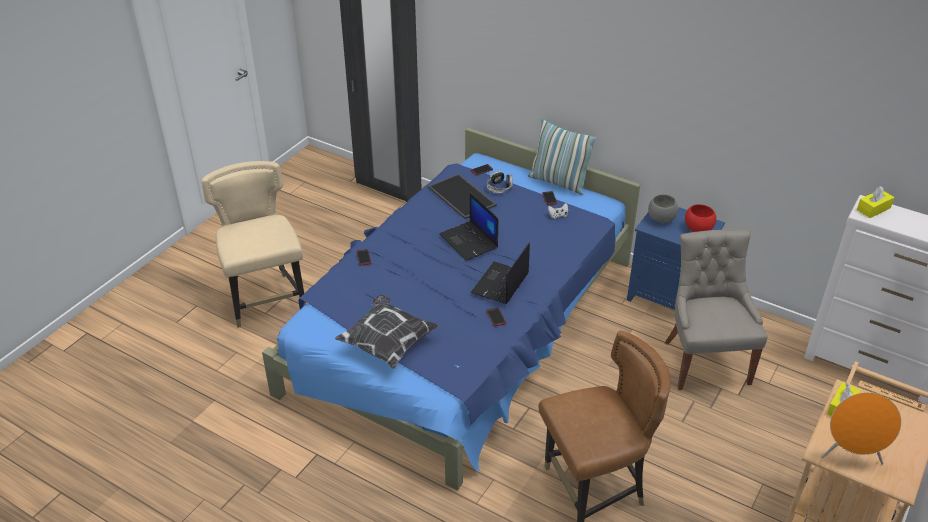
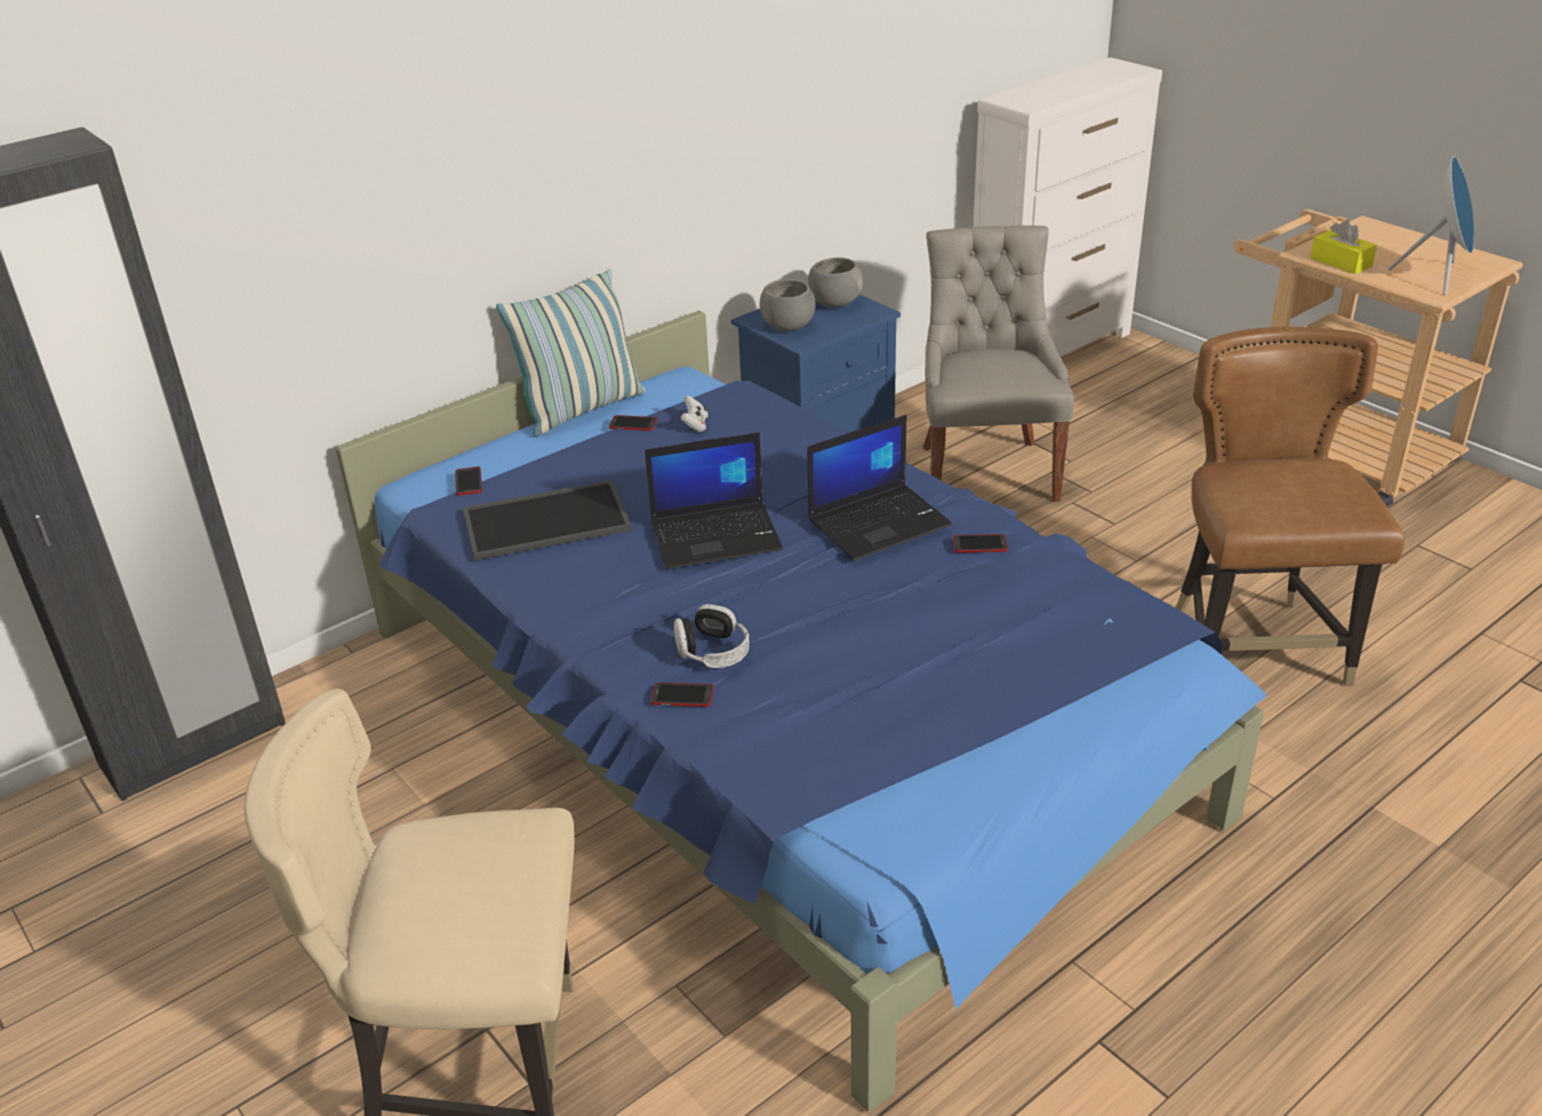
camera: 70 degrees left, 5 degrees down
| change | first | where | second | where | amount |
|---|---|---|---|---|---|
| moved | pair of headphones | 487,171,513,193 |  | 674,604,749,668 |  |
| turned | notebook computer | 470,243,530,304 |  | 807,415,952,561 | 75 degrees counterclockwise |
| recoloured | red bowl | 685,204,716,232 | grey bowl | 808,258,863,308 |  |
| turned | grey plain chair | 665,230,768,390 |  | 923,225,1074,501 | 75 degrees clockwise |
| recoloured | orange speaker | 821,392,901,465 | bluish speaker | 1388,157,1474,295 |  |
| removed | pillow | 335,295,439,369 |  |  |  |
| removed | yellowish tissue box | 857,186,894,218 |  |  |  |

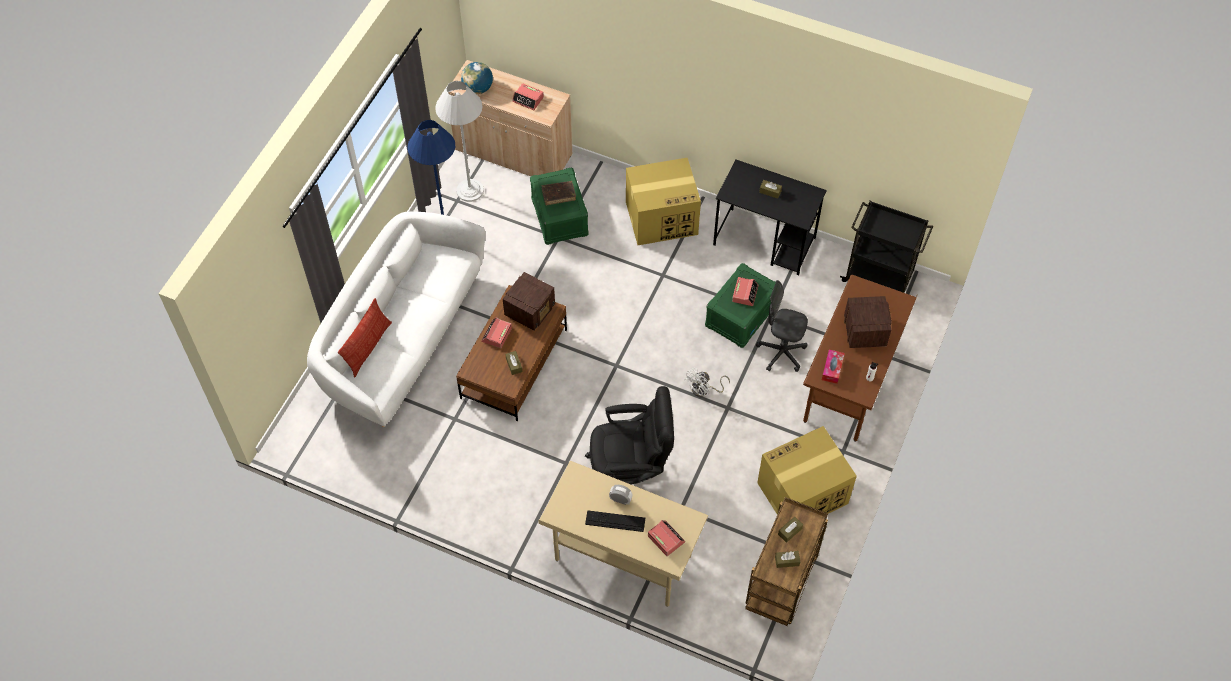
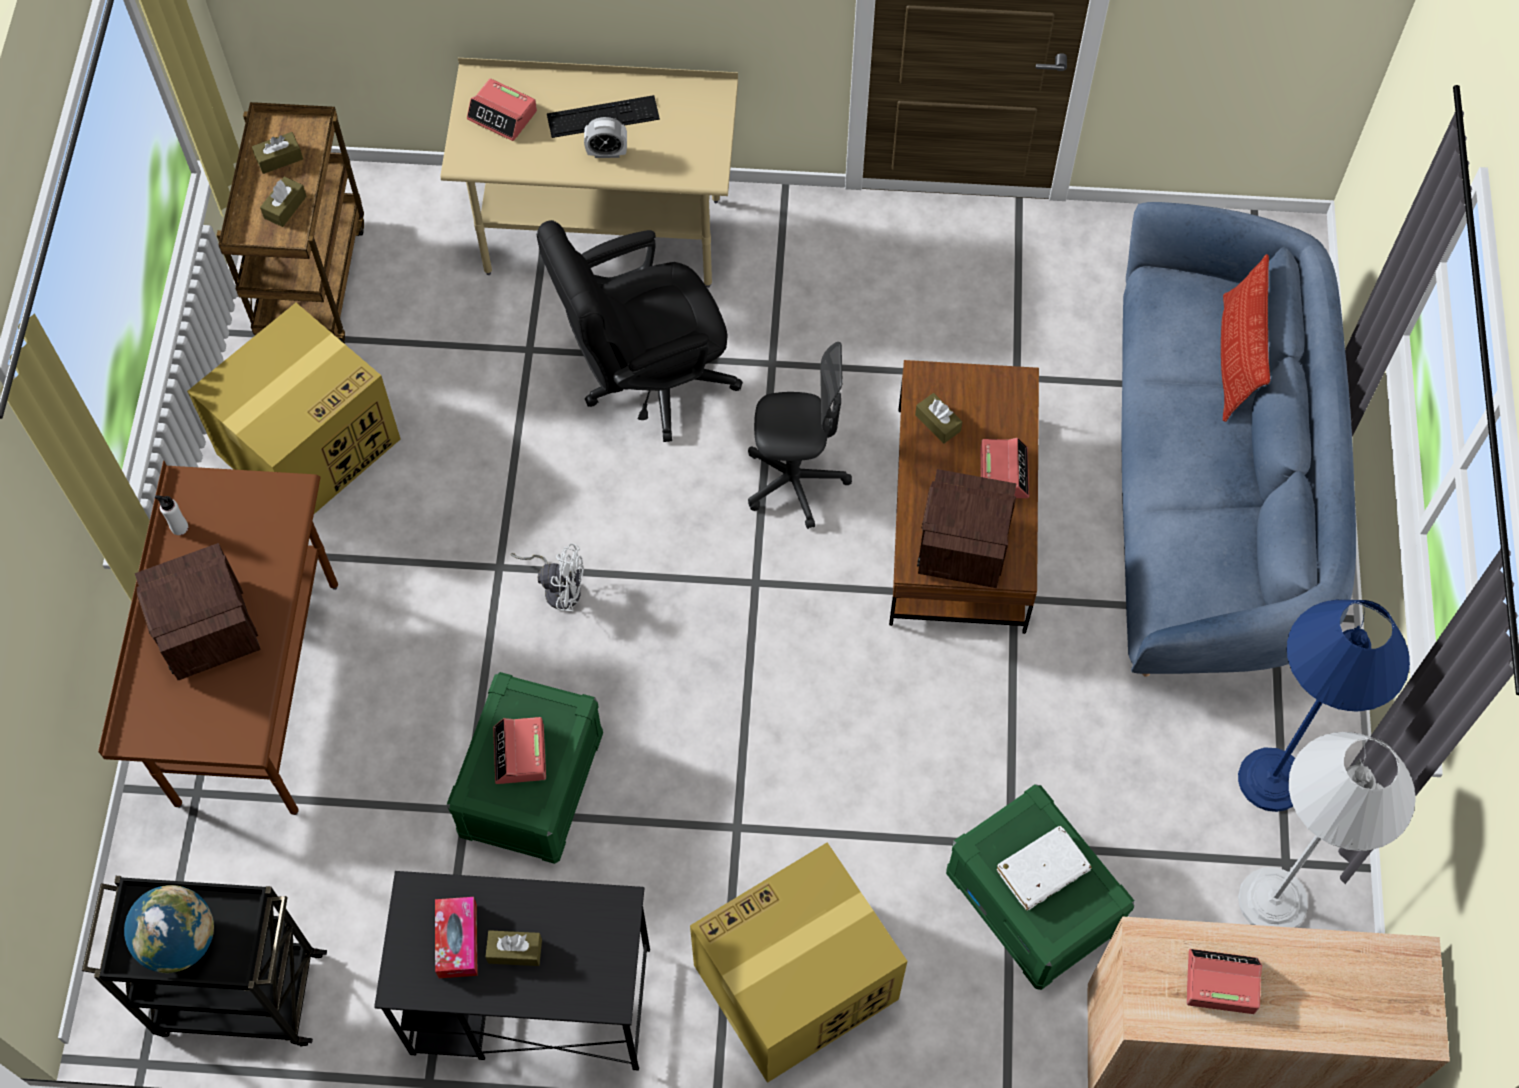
camera: 160 degrees right, 5 degrees up
| change | first | where | second | where | amount |
|---|---|---|---|---|---|
| moved | desk globe | 461,62,493,94 |  | 124,885,214,973 |  |
| moved | tissue box | 822,349,845,384 |  | 435,897,478,978 |  |
| turned | white-coloured cooling fan | 684,368,730,397 |  | 510,543,584,612 | 75 degrees clockwise |
| moved | grey office chair | 756,280,808,372 |  | 748,342,852,529 |  |
| recoloured | brown bound book | 542,181,576,205 | white-coloured bound book | 997,826,1092,910 |  |
| recoloured | white-coloured settee | 307,211,485,427 | bluish settee | 1122,202,1356,677 |  |

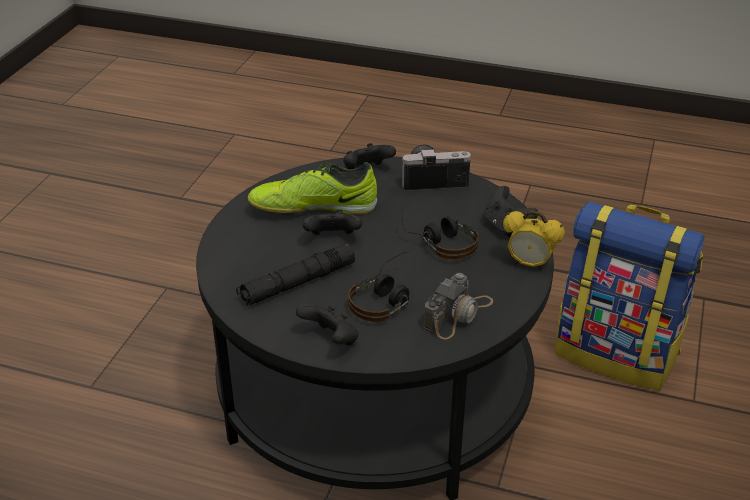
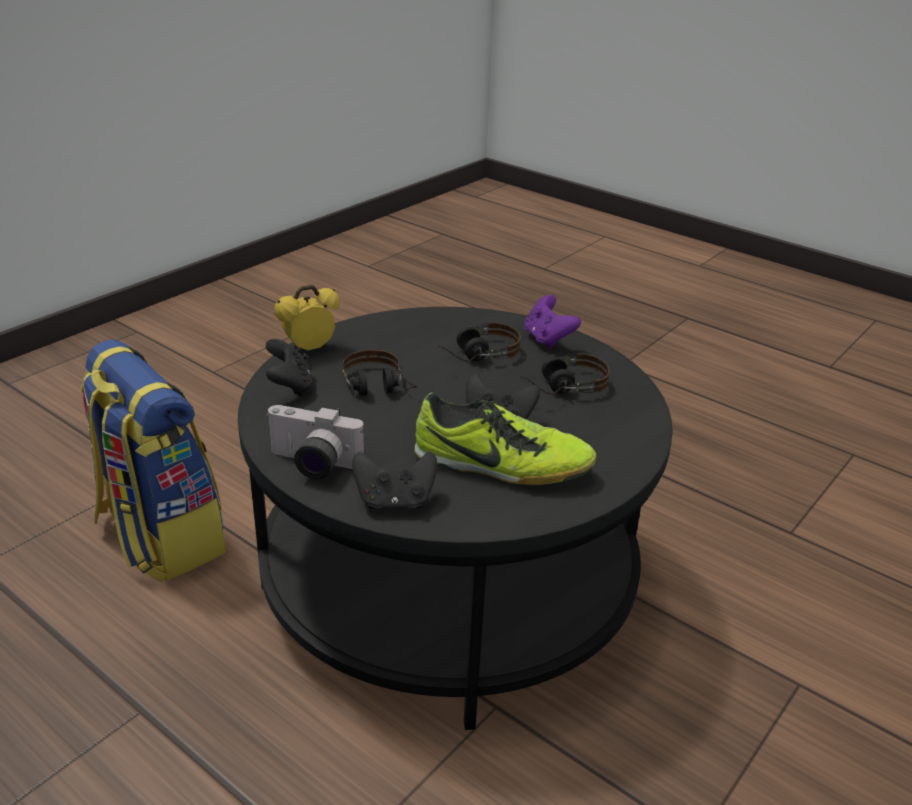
camera: 160 degrees left, 5 degrees down
| change | first | where | second | where | amount |
|---|---|---|---|---|---|
| turned | table clock | 503,210,565,271 |  | 274,285,340,350 | 75 degrees counterclockwise |
| replaced | black-coloured torch | 236,243,355,306 | pair of headphones | 520,353,610,395 |  |
| recoloured | black-coloured game controller | 296,303,359,346 | purple game controller | 524,295,581,349 |  |
| removed | photo camera | 424,273,494,339 |  |  |  |

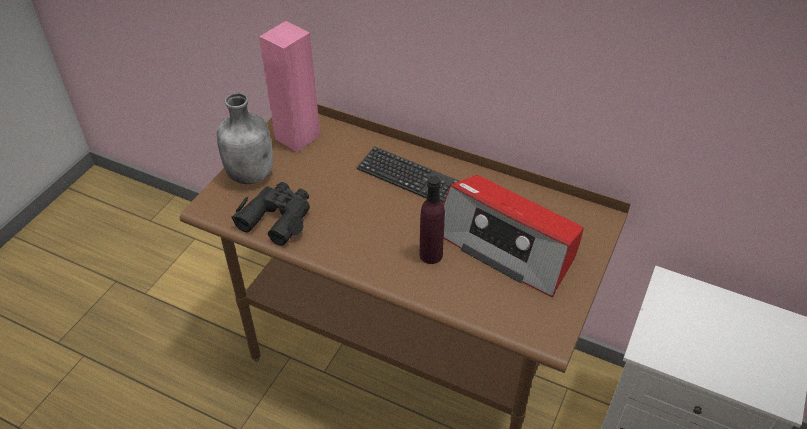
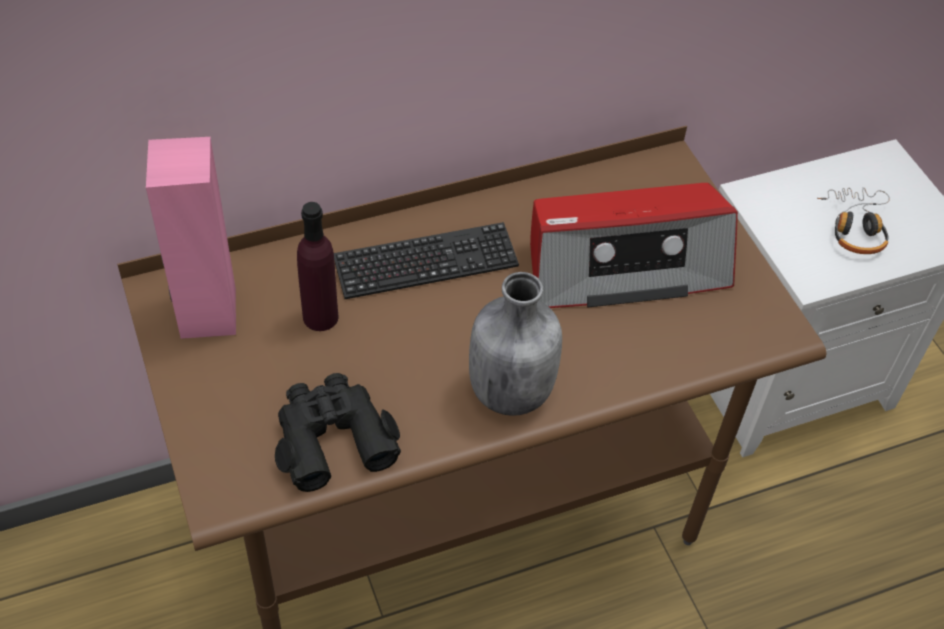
camera: 50 degrees left, 5 degrees up
| change | first | where | second | where | amount |
|---|---|---|---|---|---|
| moved | purple drink bottle | 420,176,445,264 |  | 297,202,338,331 |  |
| moved | grey drink bottle | 217,93,273,184 |  | 469,272,562,416 |  |
| added |  |  | pair of headphones | 817,187,890,254 |  |

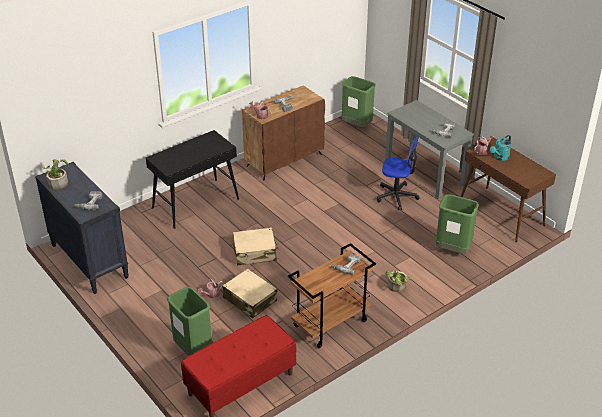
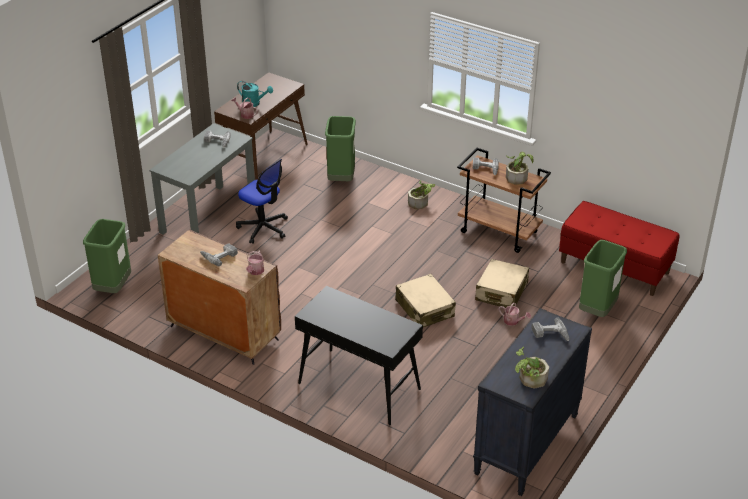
camera: 110 degrees left, 0 degrees up
| change | first | where | second | where | amount |
|---|---|---|---|---|---|
| turned | office chair | 377,135,420,210 |  | 236,159,288,244 | 135 degrees clockwise |
| added |  |  | houseplant | 506,152,533,185 |  |

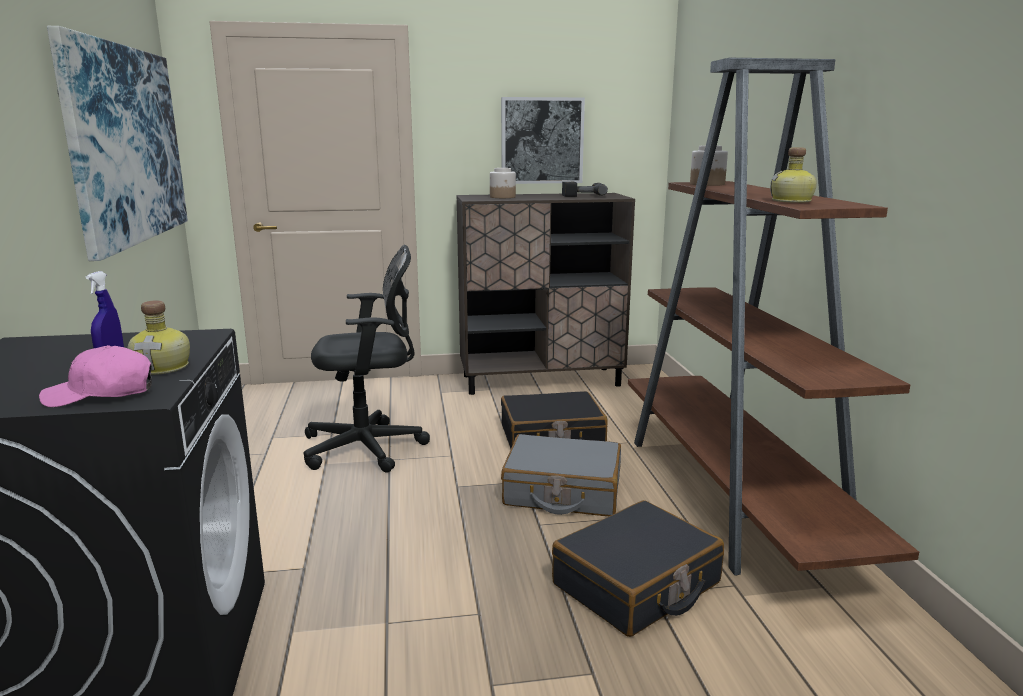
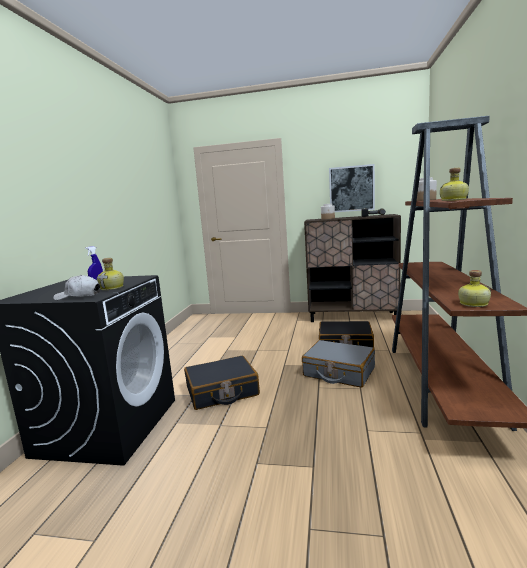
camera: 20 degrees right, 5 degrees down
| change | first | where | second | where | amount |
|---|---|---|---|---|---|
| recoloured | pink cap | 39,345,152,407 | white-coloured cap | 53,275,100,300 |  |
| moved | black-coloured piece of luggage | 552,500,724,637 |  | 184,356,260,410 |  |
| added |  |  | drink bottle | 458,270,491,307 |  |
| removed | picture | 47,26,188,261 |  |  |  |
| removed | black-coloured office chair | 303,245,430,473 |  |  |  |

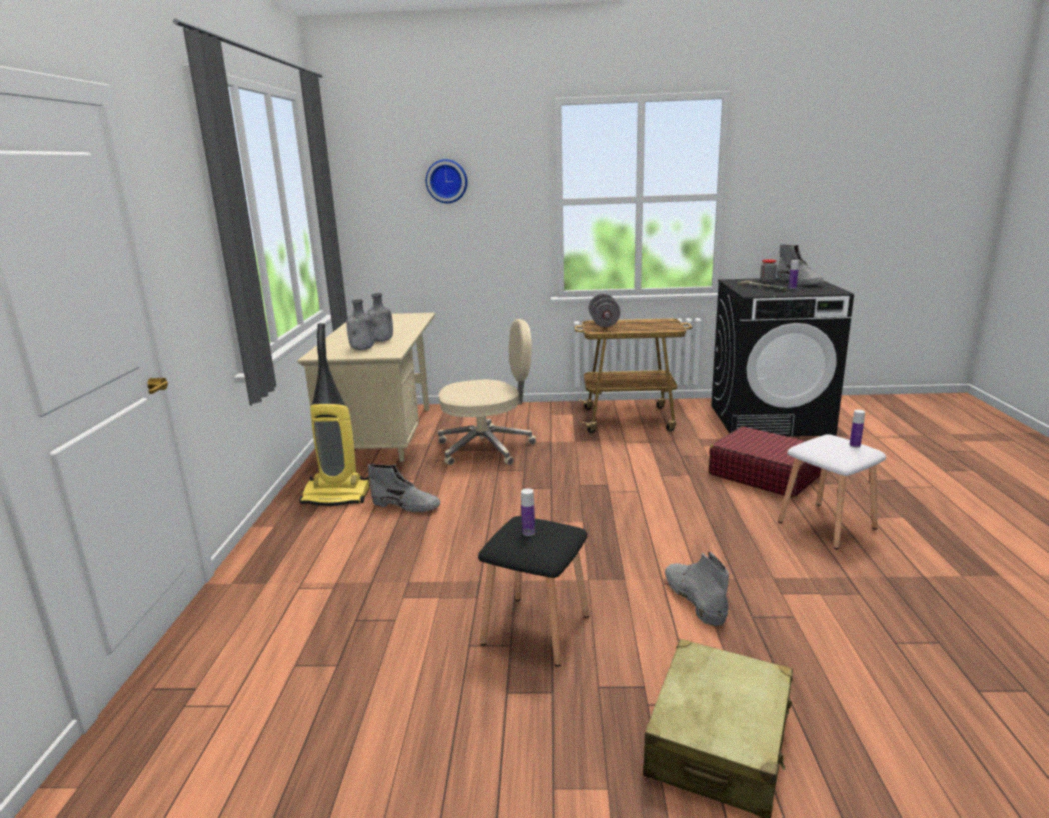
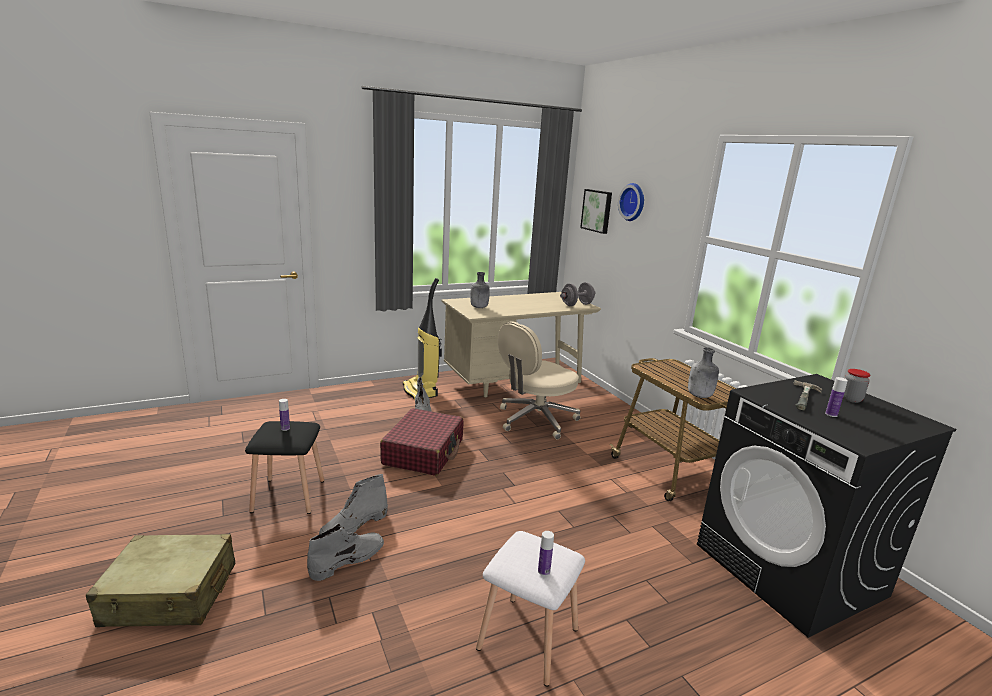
camera: 60 degrees right, 0 degrees up
| change | first | where | second | where | amount |
|---|---|---|---|---|---|
| moved | grey boot | 777,244,824,286 |  | 319,474,388,534 |  |
| moved | red piece of luggage | 709,426,821,498 |  | 380,408,464,476 |  |
| turned | sand-coloured office chair | 438,319,536,465 |  | 498,321,580,439 | 90 degrees clockwise |
| moved | grey free weight | 589,294,620,327 |  | 560,282,595,306 |  |
| added |  |  | picture | 580,189,612,234 |  |
| moved | grey drink bottle | 366,293,393,342 |  | 688,347,719,398 |  |

